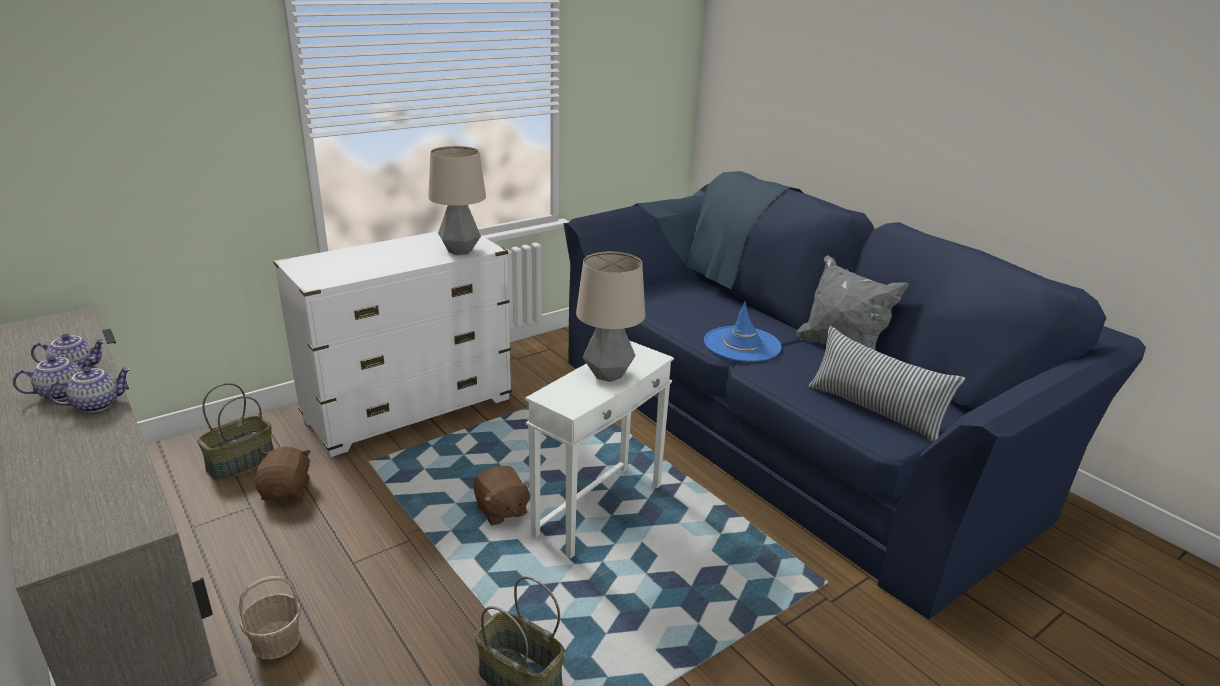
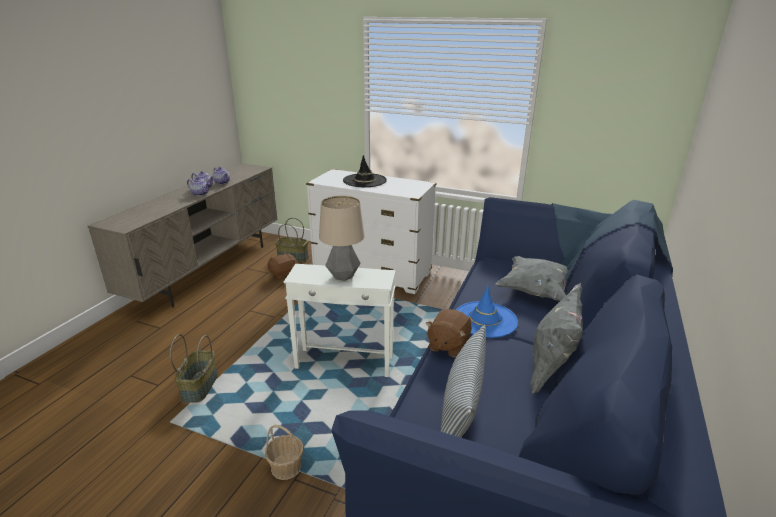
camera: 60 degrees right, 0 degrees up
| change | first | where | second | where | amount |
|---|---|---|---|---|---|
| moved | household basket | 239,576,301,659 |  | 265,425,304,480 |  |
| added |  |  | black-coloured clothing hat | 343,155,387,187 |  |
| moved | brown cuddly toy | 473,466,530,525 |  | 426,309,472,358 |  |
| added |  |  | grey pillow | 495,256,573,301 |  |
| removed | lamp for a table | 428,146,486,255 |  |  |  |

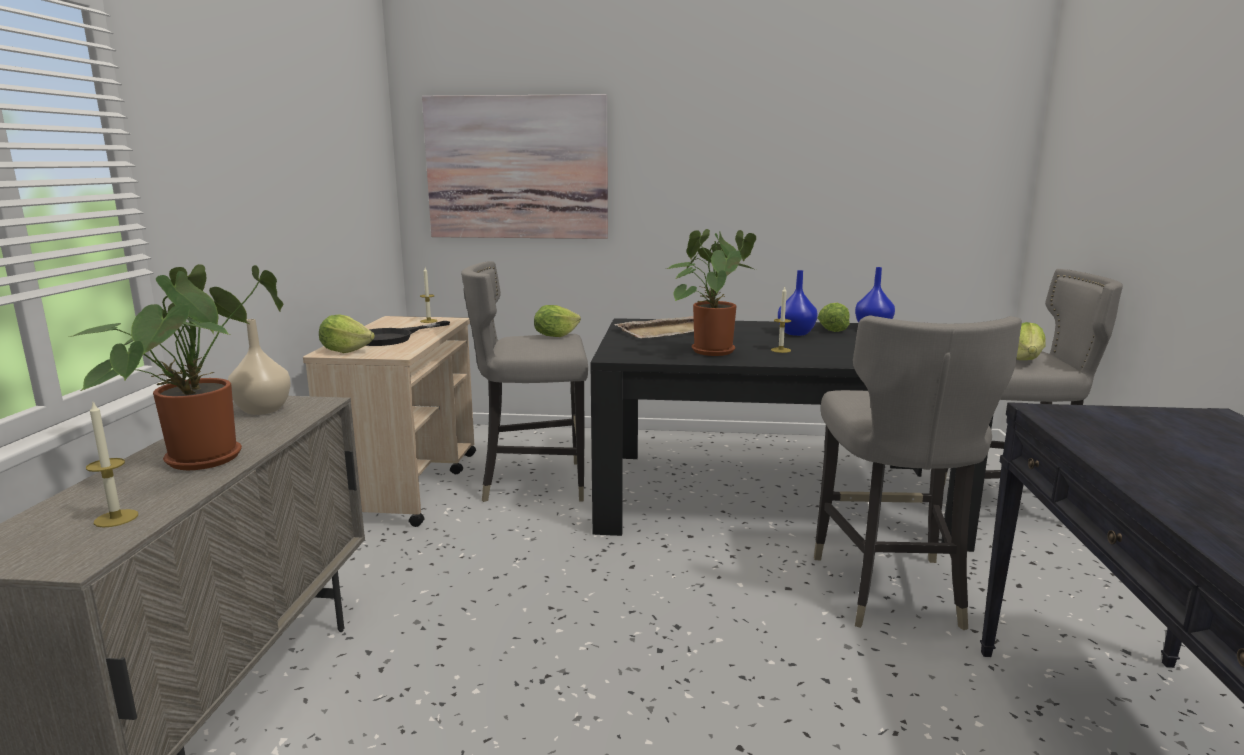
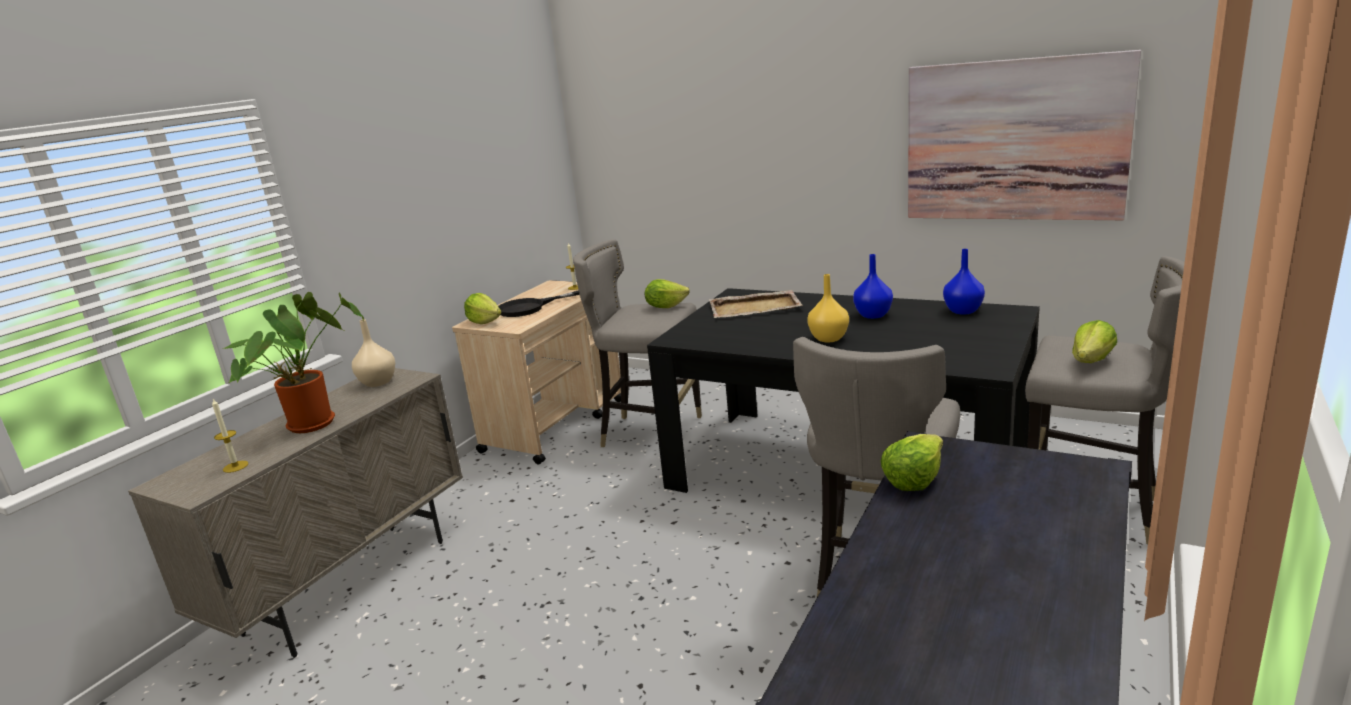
camera: 25 degrees right, 5 degrees up
| change | first | where | second | where | amount |
|---|---|---|---|---|---|
| replaced | wax candle | 771,287,791,353 | yellowish vase | 807,274,849,342 |  |
| moved | lettuce | 818,302,850,332 |  | 881,434,943,491 |  |
| moved | picture | 422,94,608,239 |  | 908,50,1141,220 |  |
| removed | houseplant | 667,229,756,356 |  |  |  |

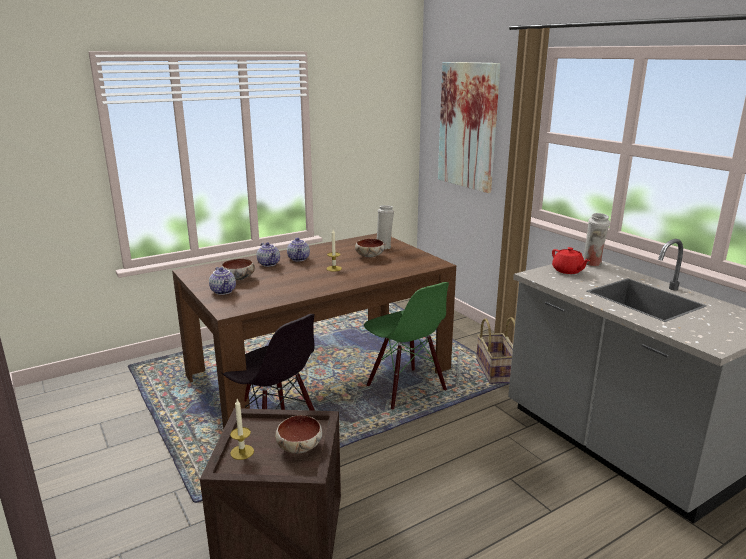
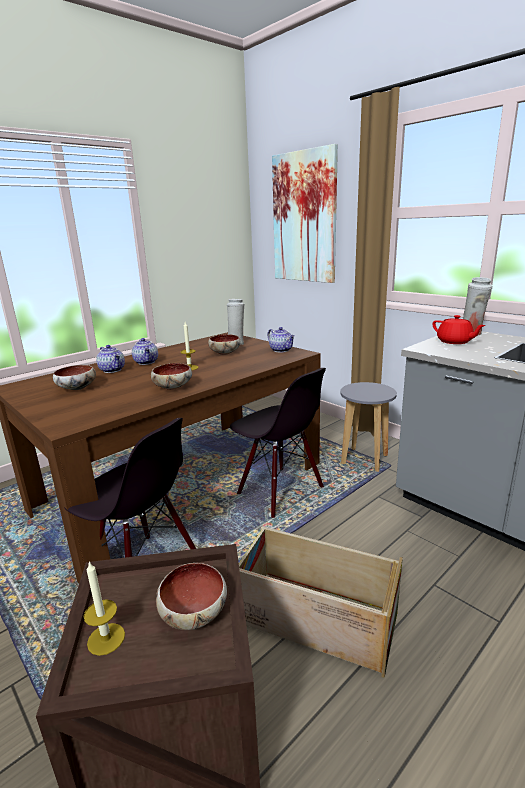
camera: 10 degrees left, 0 degrees up
| change | first | where | second | where | amount |
|---|---|---|---|---|---|
| added |  |  | bowl | 151,363,192,390 |  |
| recoloured | greenish plain chair | 364,282,449,409 | black-coloured plain chair | 230,368,326,518 |  |
| added |  |  | packing crate | 239,526,403,678 |  |
| moved | pot for tea | 209,267,236,295 |  | 268,327,295,352 |  |
| replaced | household basket | 476,317,515,384 | grey stool | 340,382,397,472 |  |

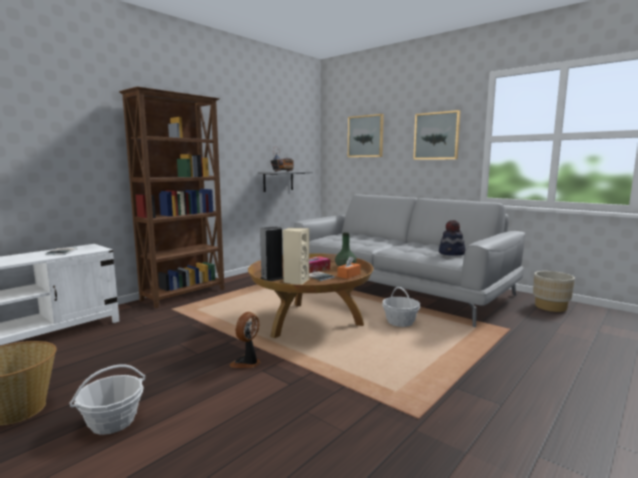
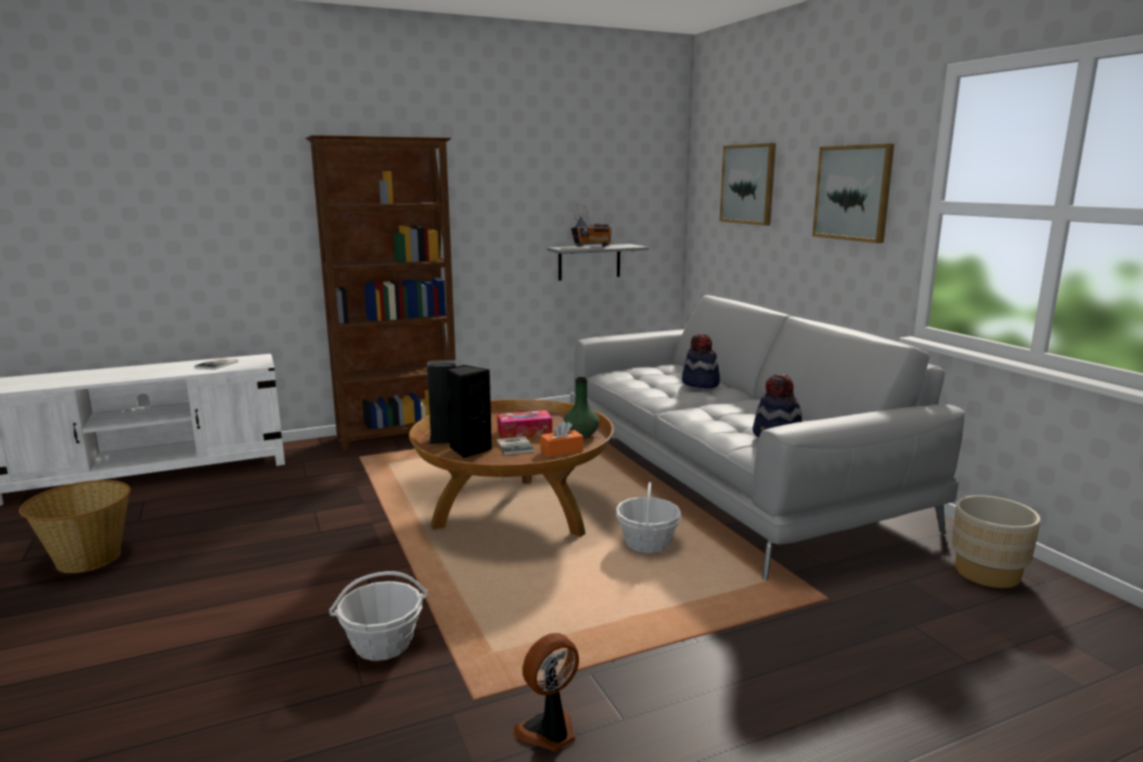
camera: 25 degrees right, 5 degrees up
| change | first | where | second | where | amount |
|---|---|---|---|---|---|
| moved | household basket | 70,364,145,435 |  | 329,571,428,661 |  |
| recoloured | sand-coloured speaker | 283,228,309,285 | black-coloured speaker | 446,365,492,458 |  |
| moved | cooling fan | 230,312,261,368 |  | 514,633,579,751 |  |
| added |  |  | clothing hat | 682,333,720,388 |  |

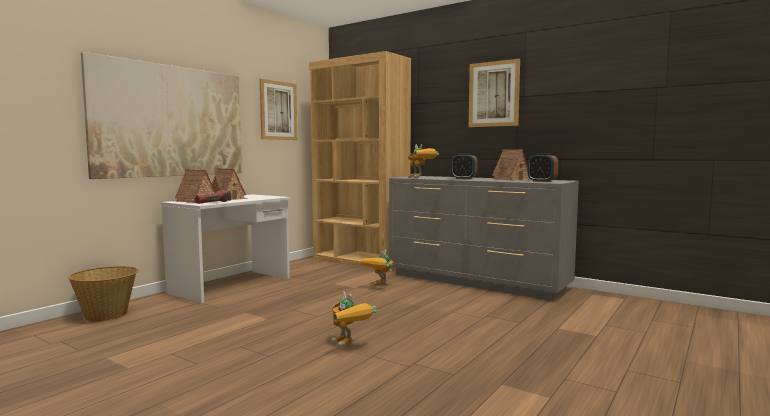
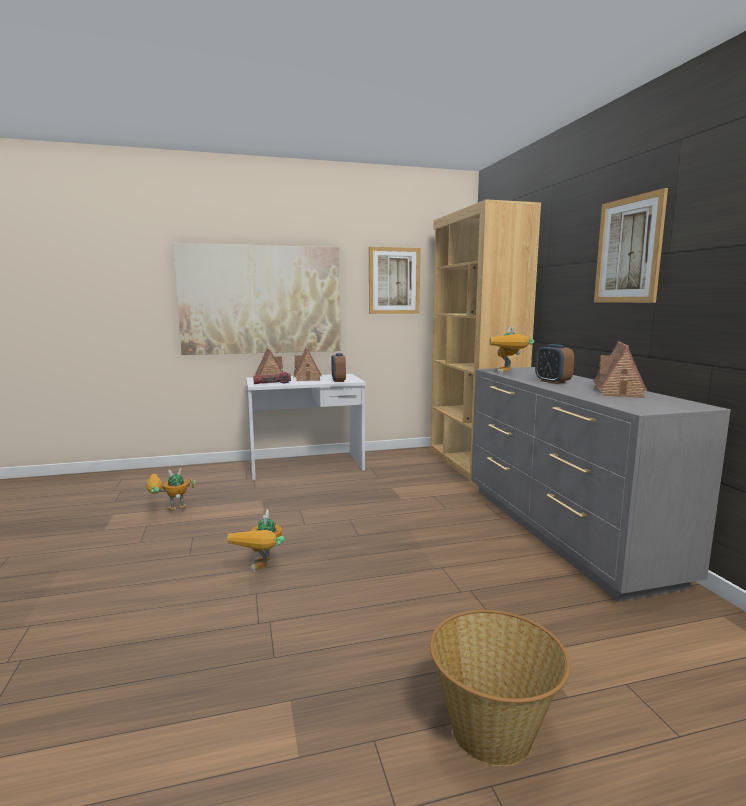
camera: 40 degrees right, 5 degrees up
| change | first | where | second | where | amount |
|---|---|---|---|---|---|
| moved | toy robot | 360,249,393,286 |  | 146,468,196,511 |  |
| moved | table clock | 527,153,558,182 |  | 331,353,346,382 |  |
| moved | household basket | 68,266,139,322 |  | 430,610,571,766 |  |

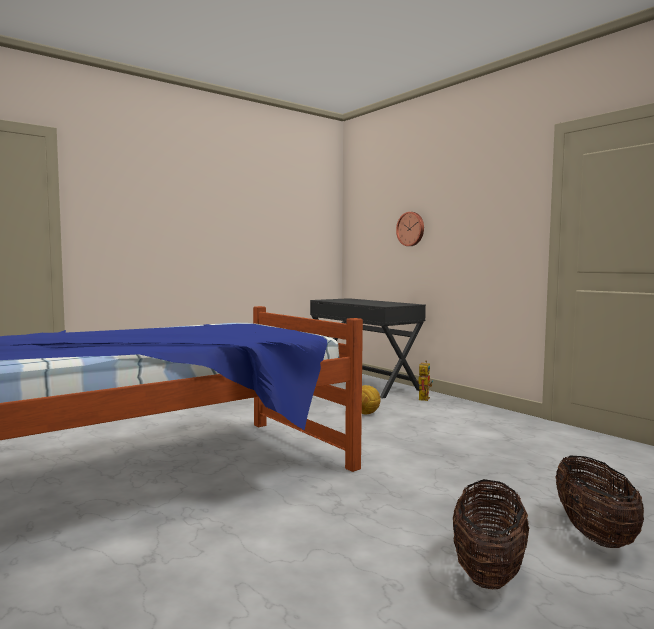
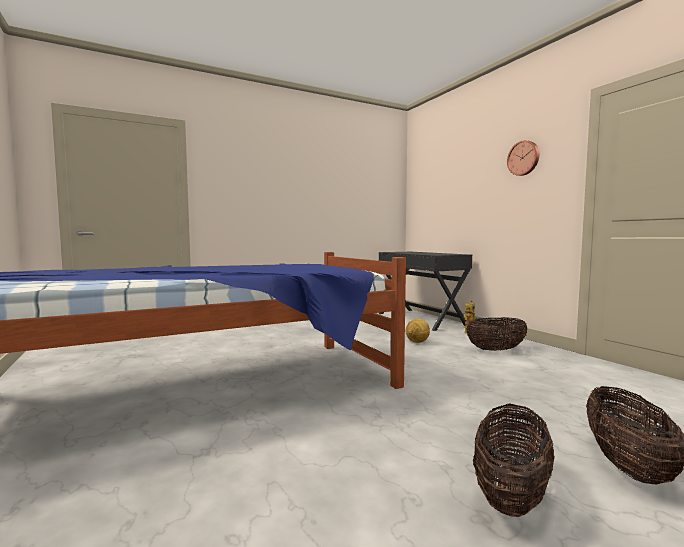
camera: 10 degrees right, 0 degrees up
| change | first | where | second | where | amount |
|---|---|---|---|---|---|
| added |  |  | household basket | 466,317,527,351 |  |
| moved | hanging clock | 396,212,424,246 |  | 507,140,539,176 |  |

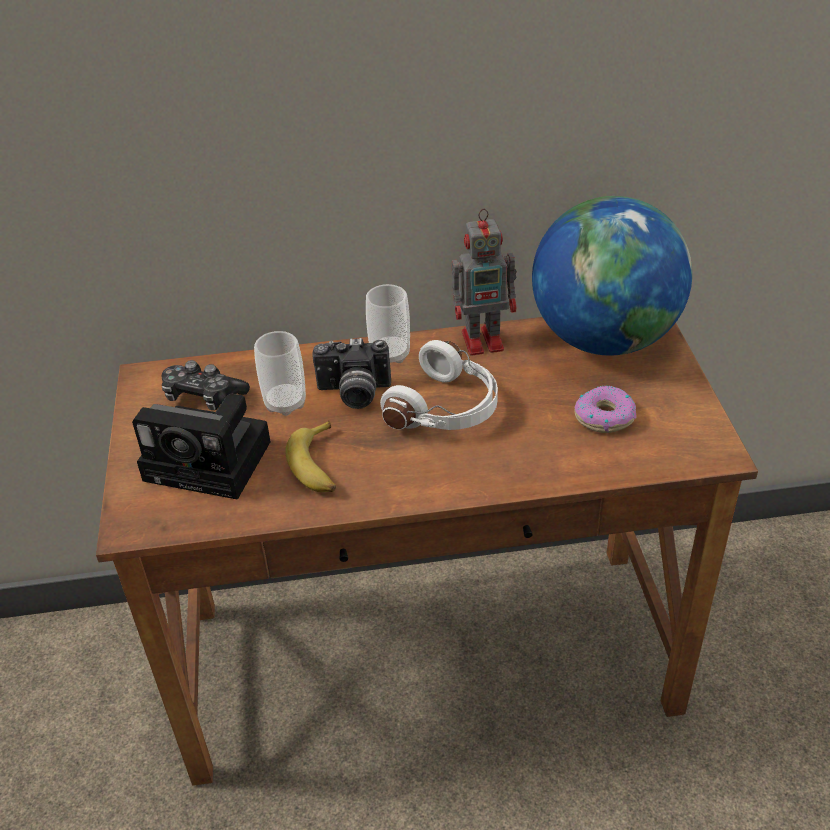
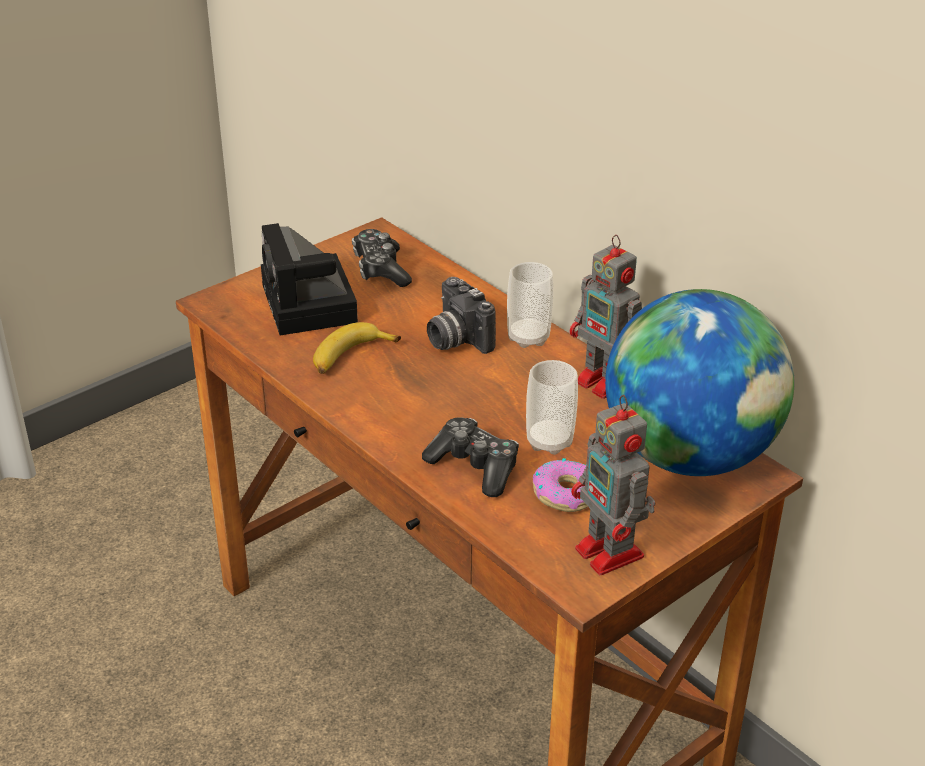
camera: 55 degrees right, 5 degrees down
| change | first | where | second | where | amount |
|---|---|---|---|---|---|
| added |  |  | game controller | 422,417,519,497 |  |
| moved | cup | 254,331,306,416 |  | 526,360,578,455 |  |
| added |  |  | toy robot | 571,395,655,575 |  |
| removed | white-coloured pair of headphones | 380,340,498,430 |  |  |  |

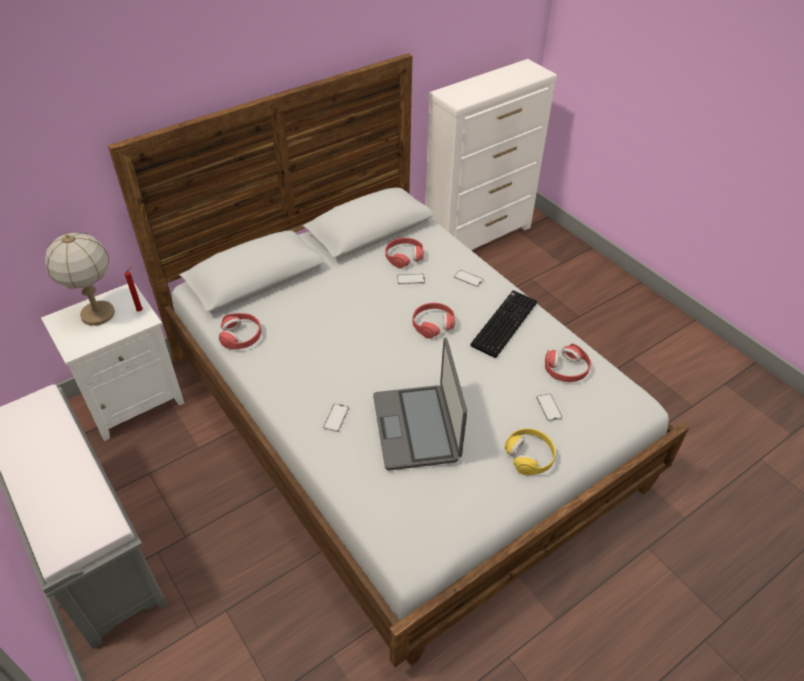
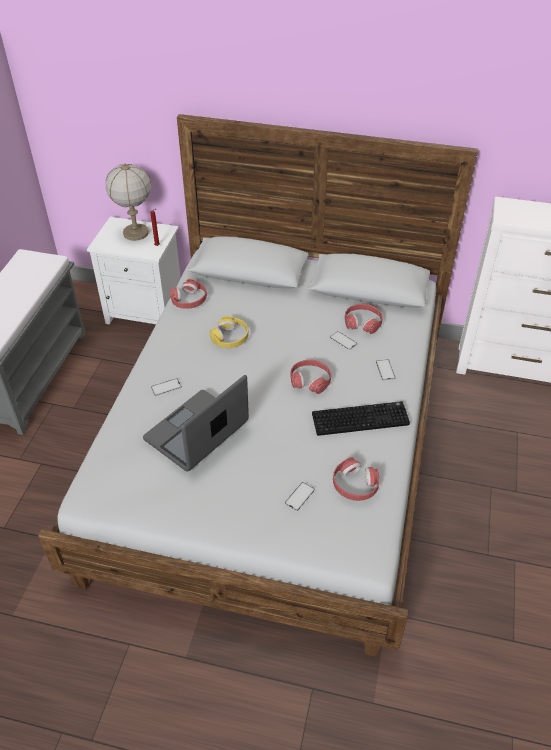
camera: 50 degrees right, 0 degrees up
| change | first | where | second | where | amount |
|---|---|---|---|---|---|
| moved | yellowish pair of headphones | 505,428,556,475 |  | 210,316,249,348 |  |

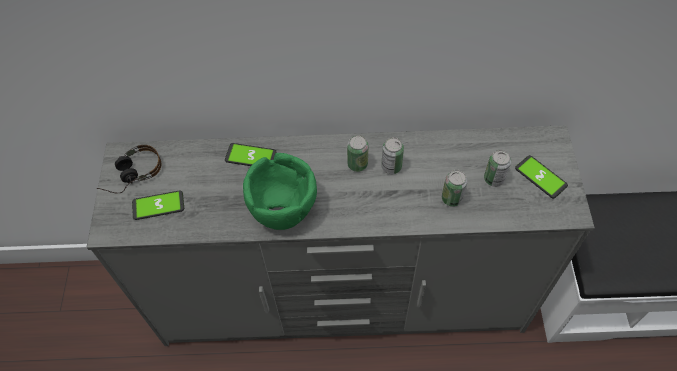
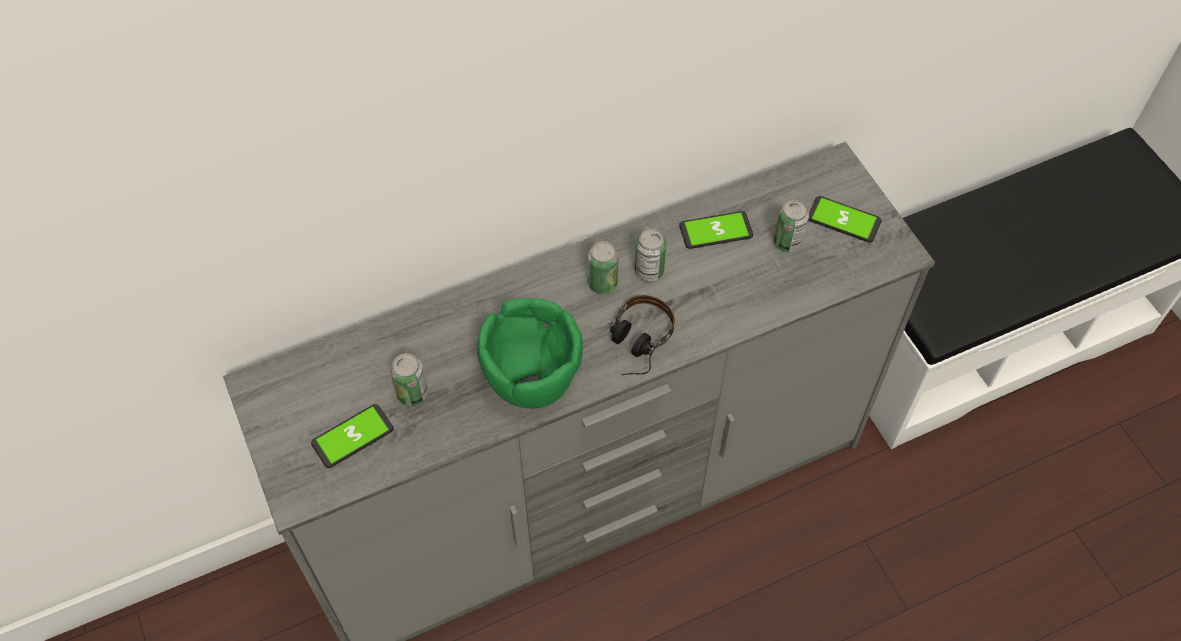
camera: 25 degrees left, 0 degrees up
| change | first | where | second | where | amount |
|---|---|---|---|---|---|
| moved | metal can | 442,170,468,207 |  | 390,353,428,406 |  |
| moved | pair of headphones | 97,145,161,194 |  | 610,295,675,376 |  |
| moved | telephone | 225,143,276,166 |  | 679,211,753,249 |  |

